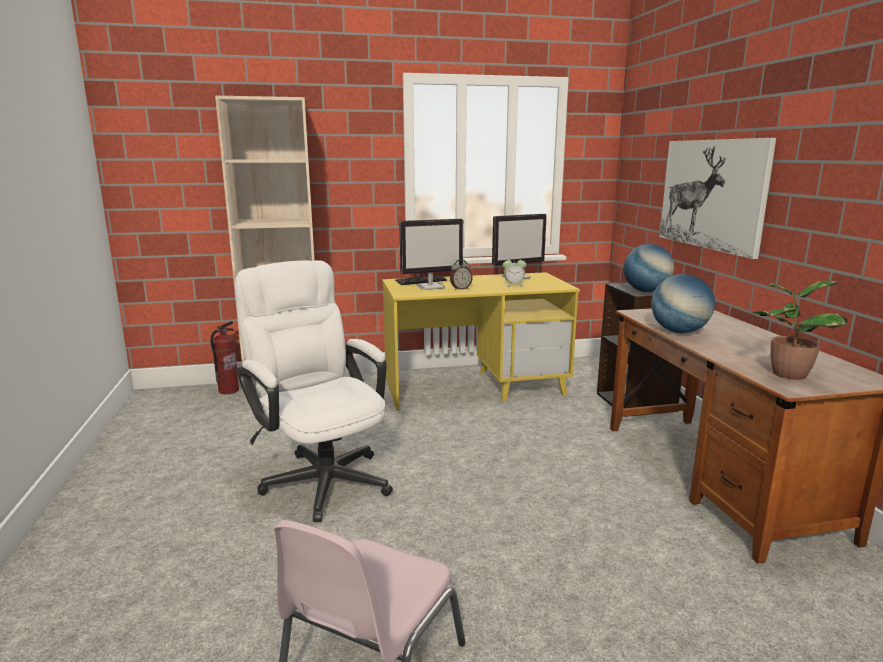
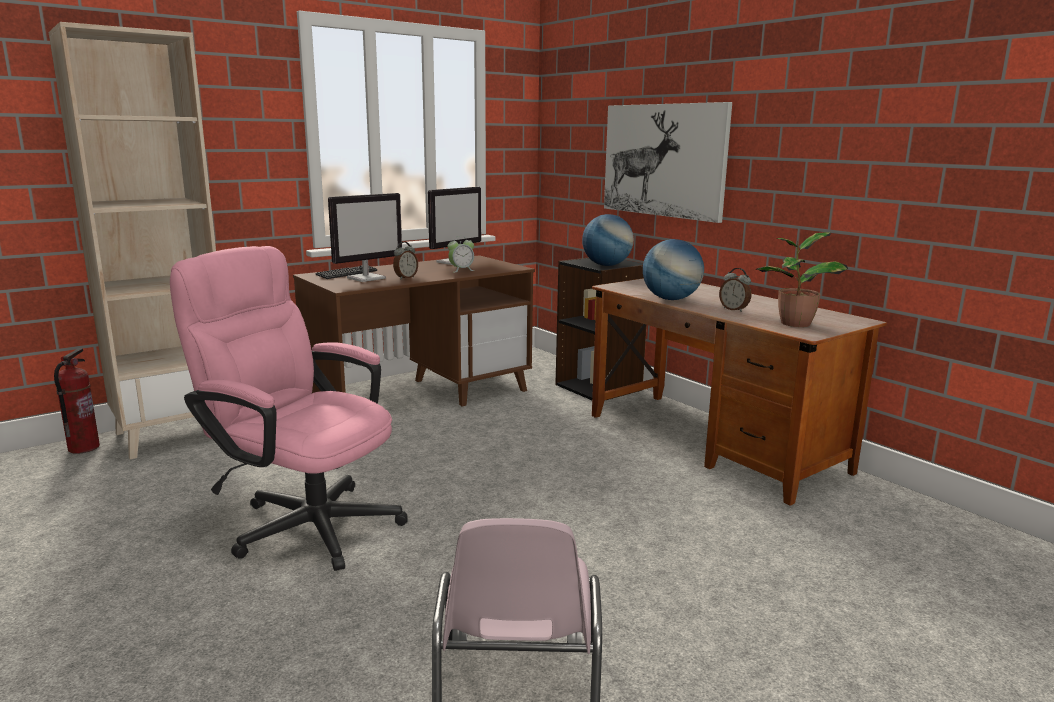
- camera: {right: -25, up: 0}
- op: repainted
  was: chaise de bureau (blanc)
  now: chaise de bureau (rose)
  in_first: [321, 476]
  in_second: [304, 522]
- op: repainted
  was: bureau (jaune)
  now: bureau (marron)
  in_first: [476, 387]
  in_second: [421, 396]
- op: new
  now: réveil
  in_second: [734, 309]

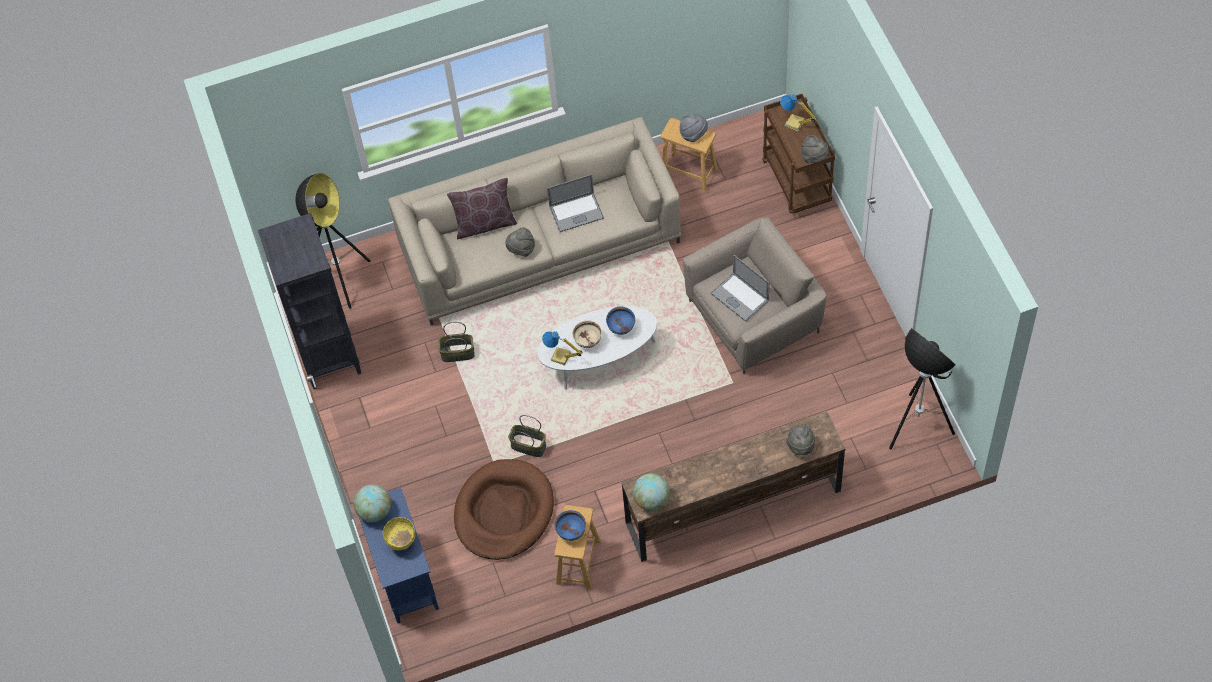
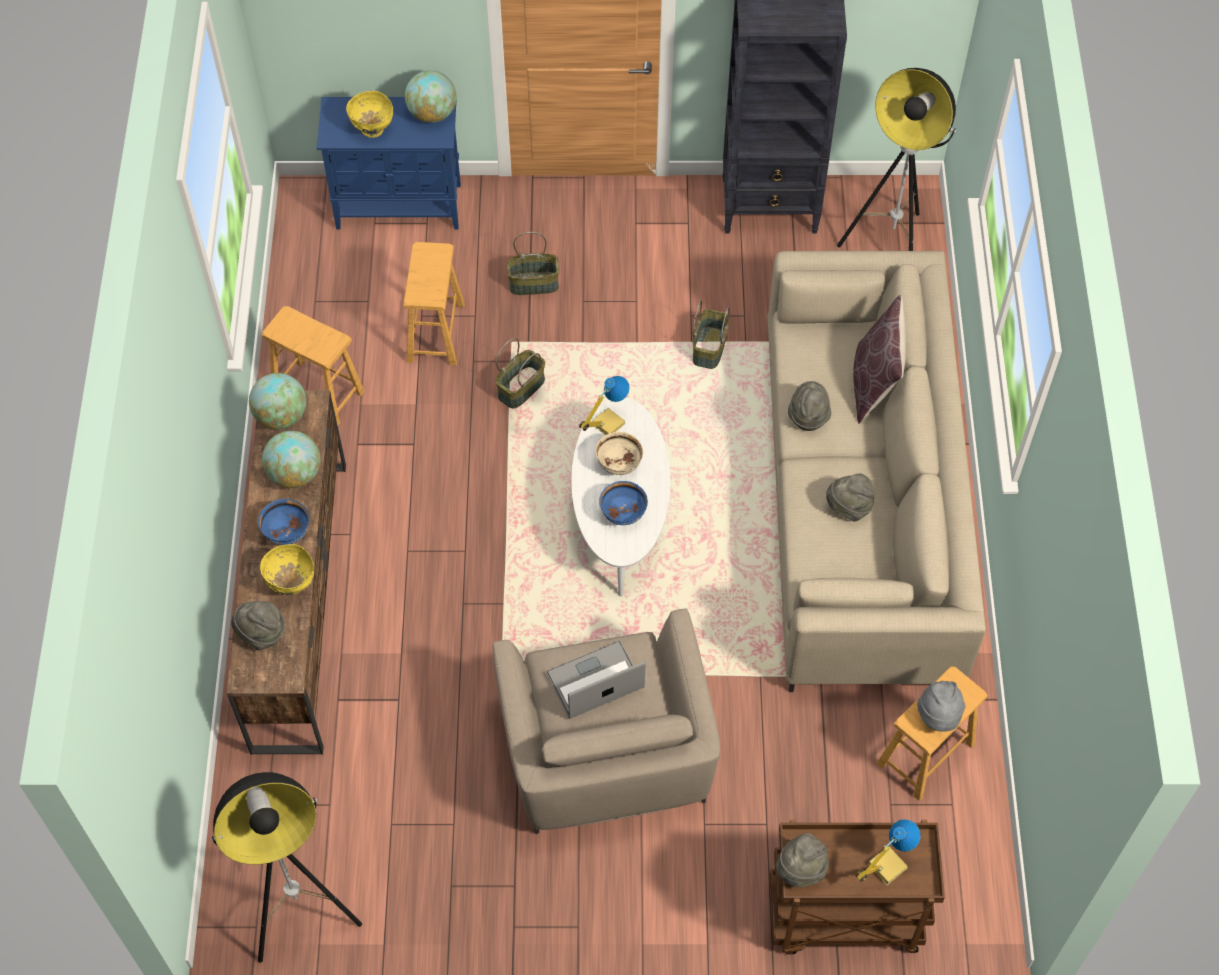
- camera: {right: 105, up: 0}
- op: swapped
  was: panier pour chien (marron)
  now: tabouret (marron)
  in_first: [504, 512]
  in_second: [435, 333]
- op: swapped
  was: ordinateur portable
  now: chapeau (gris)
  in_first: [576, 212]
  in_second: [848, 507]
- op: shifted
  was: bol (bleu)
  in_first: [571, 532]
  in_second: [287, 533]
- op: new
  now: bol (jaune)
  in_second: [292, 584]
- op: new
  now: globe
  in_second: [295, 474]
- op: new
  now: panier
  in_second: [534, 283]

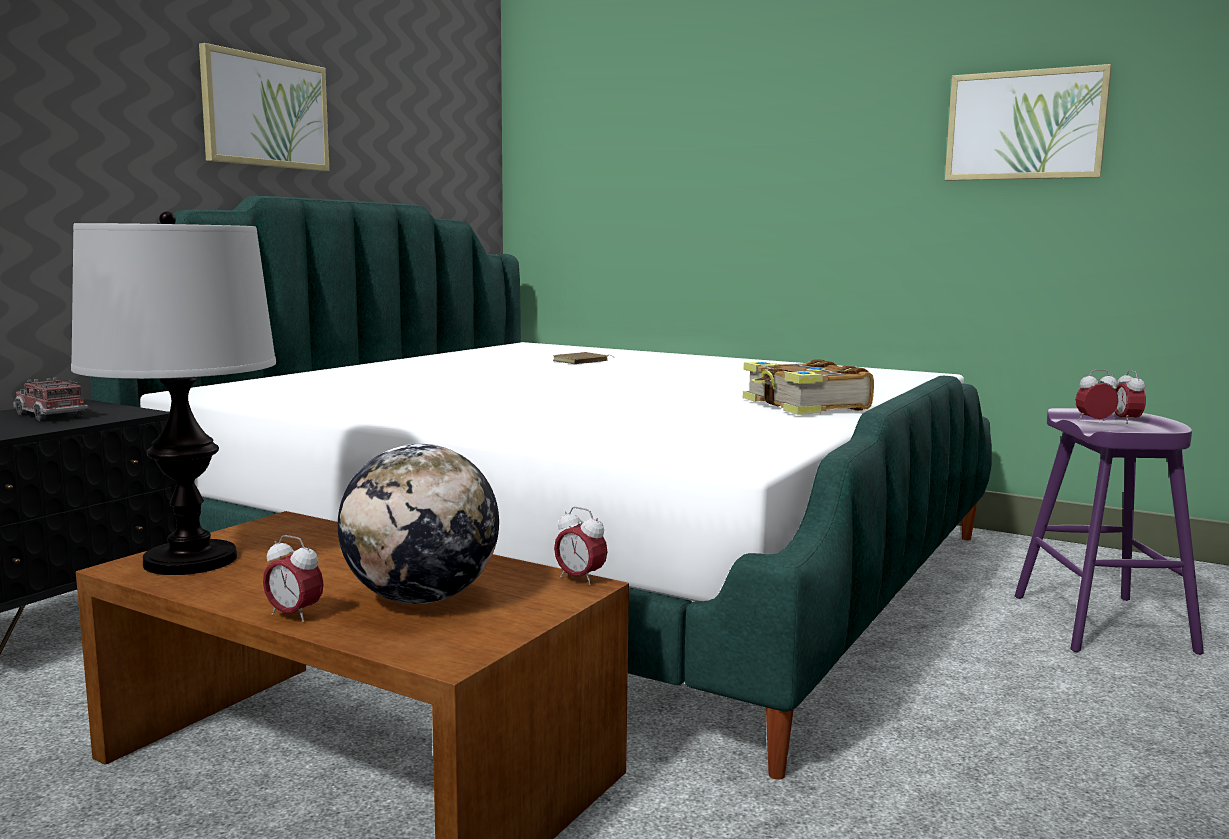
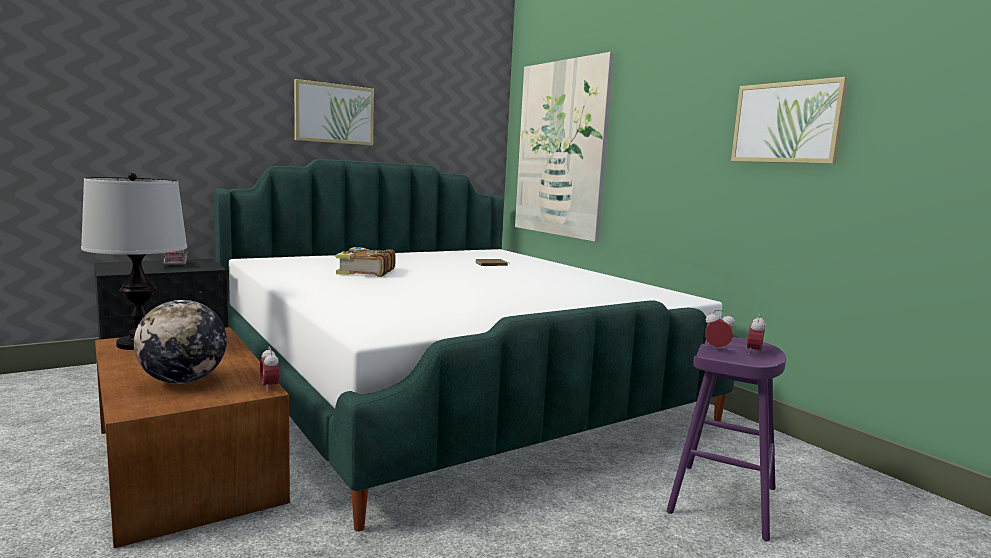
- camera: {right: 25, up: 0}
- op: gone
  was: réveil
  in_first: [294, 615]
- op: shifted
  was: livre
  in_first: [804, 406]
  in_second: [365, 272]
- op: new
  now: tableau
  in_second: [561, 149]

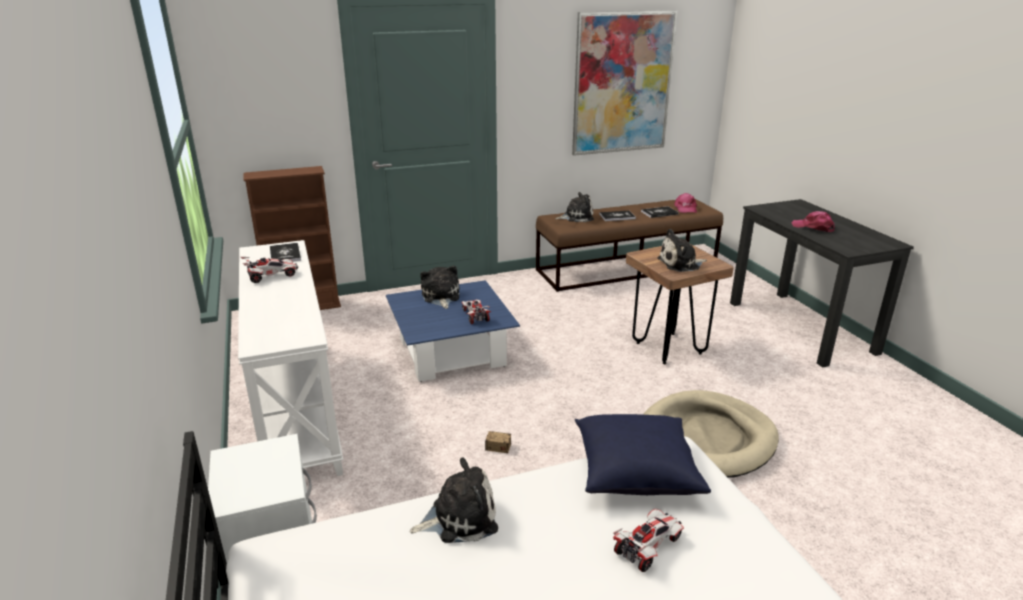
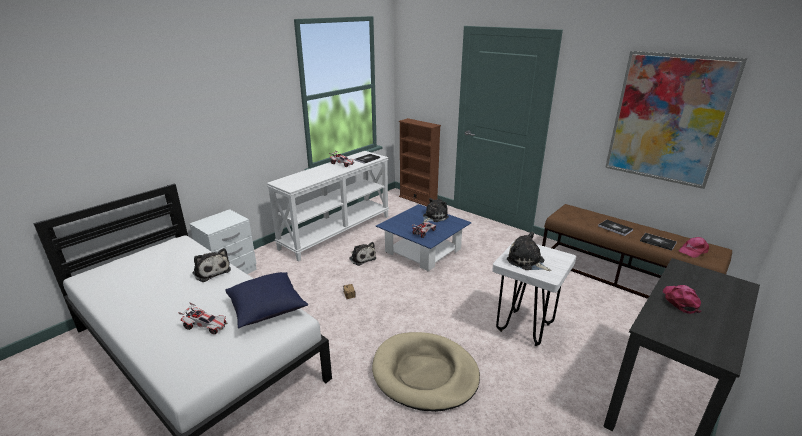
- camera: {right: 60, up: 0}
- op: shifted
  was: peluche
  in_first: [576, 217]
  in_second: [362, 258]
- op: repainted
  was: tabouret (marron)
  now: tabouret (blanc)
  in_first: [668, 348]
  in_second: [524, 327]

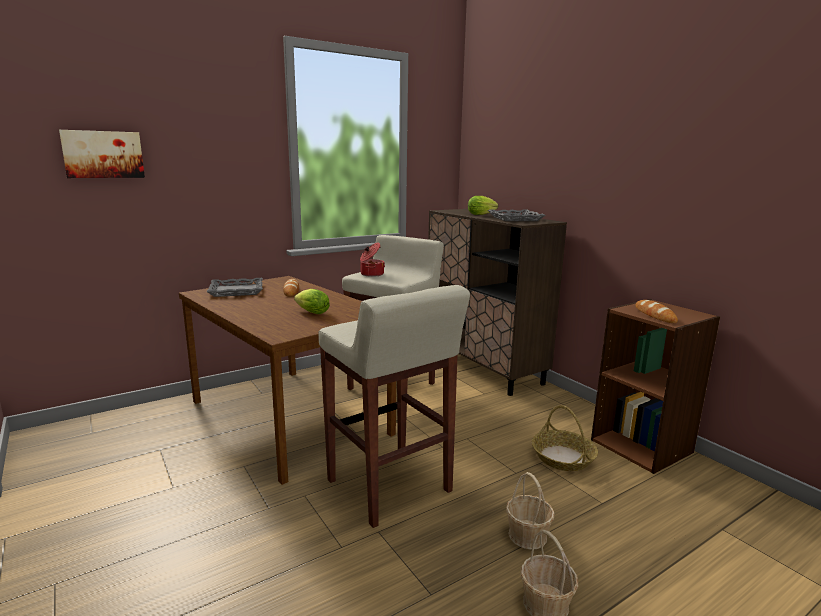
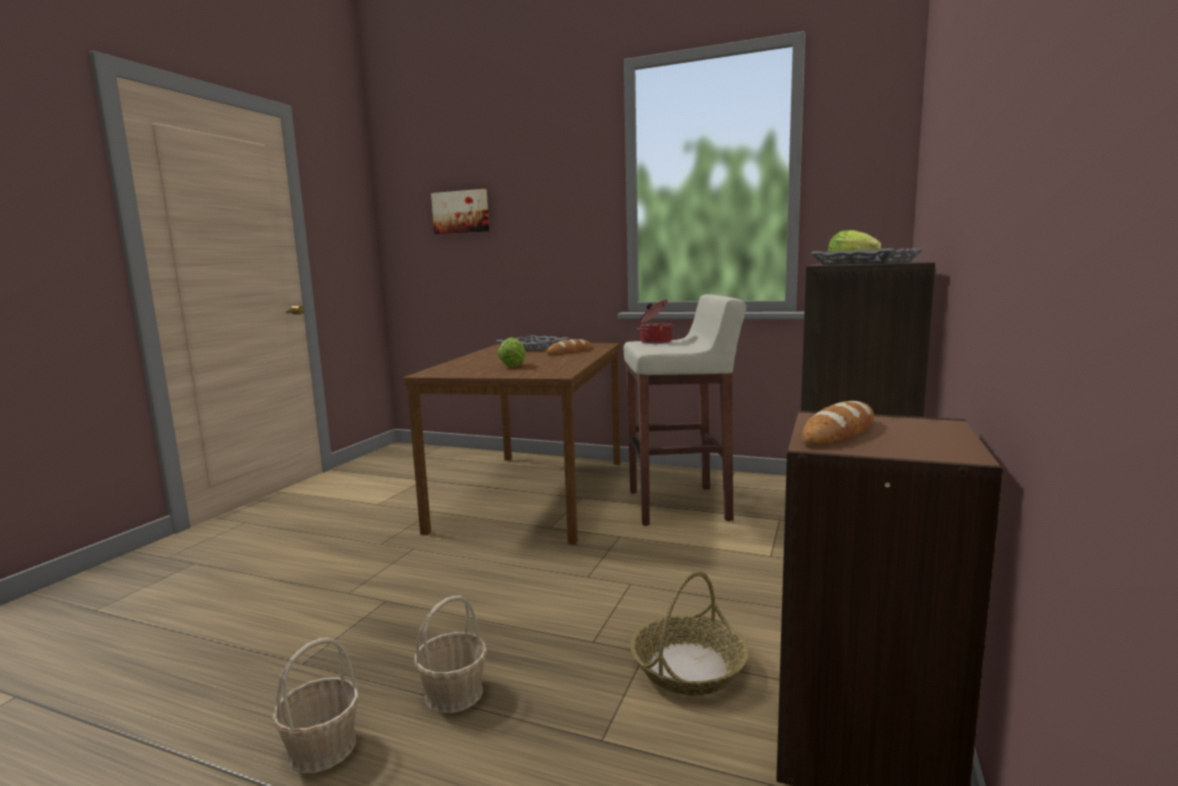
- camera: {right: 55, up: -5}
- op: gone
  was: tabouret (beige)
  in_first: [390, 487]

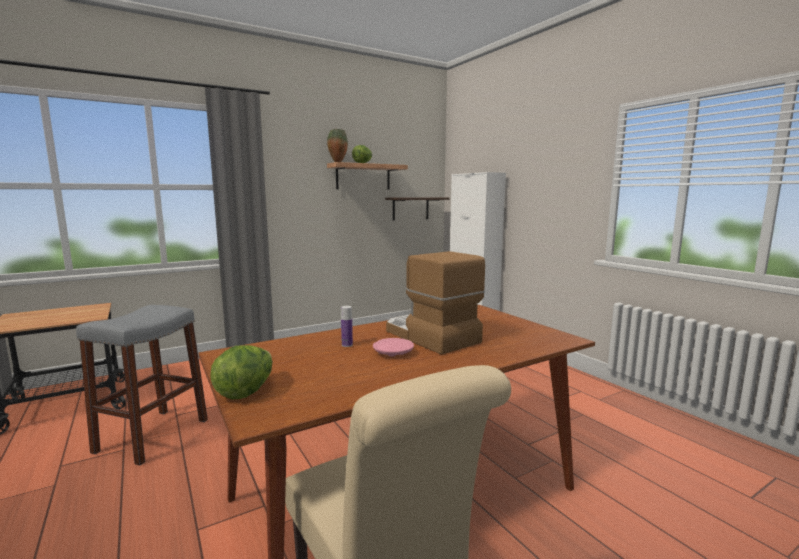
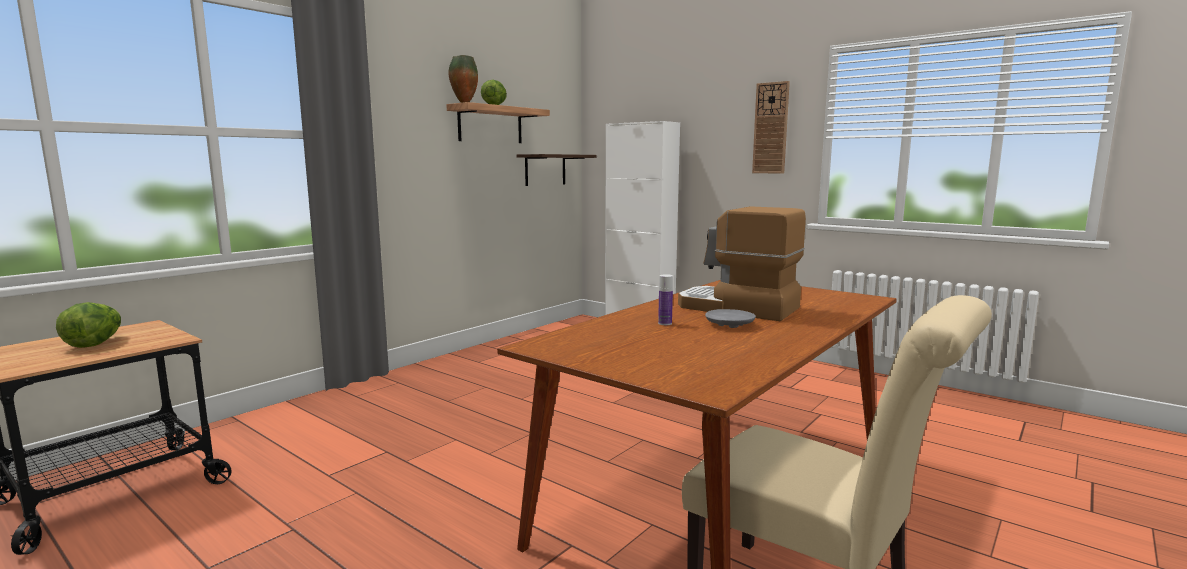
- camera: {right: -20, up: 0}
- op: gone
  was: tabouret (gris)
  in_first: [153, 435]
- op: shifted
  was: laitue
  in_first: [246, 391]
  in_second: [95, 343]
- op: repainted
  was: assiette (rose)
  now: assiette (gris)
  in_first: [393, 353]
  in_second: [729, 325]
- op: new
  now: horloge murale
  in_second: [770, 128]

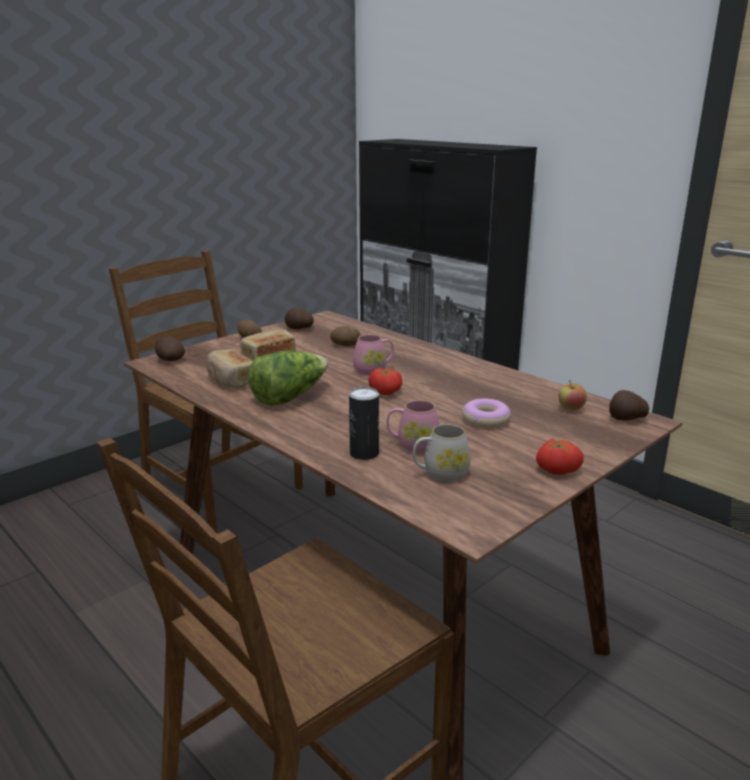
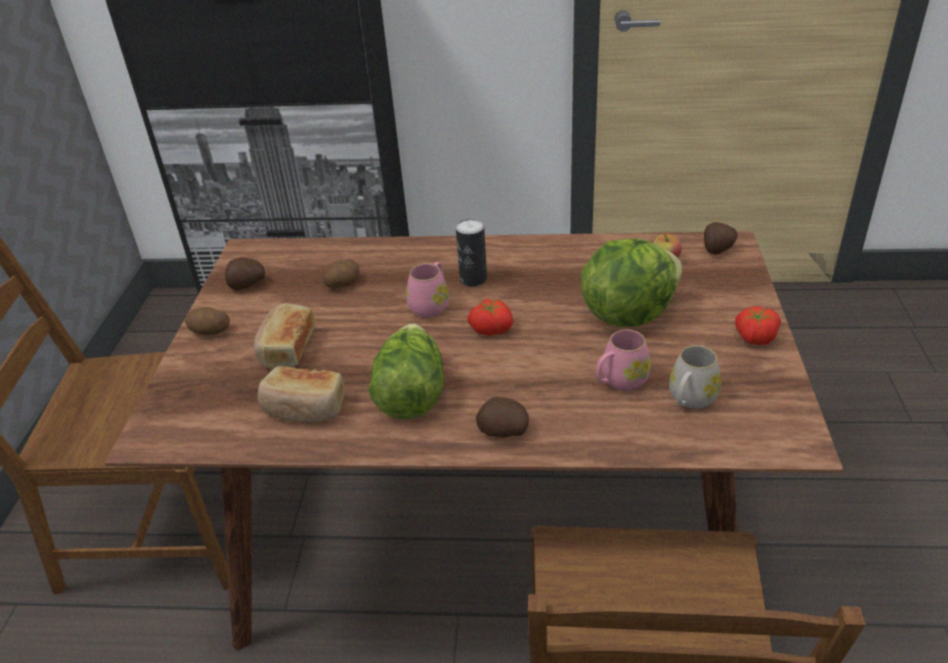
- camera: {right: -40, up: 15}
- op: shifted
  was: pomme de terre
  in_first: [169, 360]
  in_second: [503, 432]
- op: shifted
  was: boîte métallique
  in_first: [364, 453]
  in_second: [473, 279]
- op: swapped
  was: beignet
  now: laitue
  in_first: [486, 420]
  in_second: [627, 313]

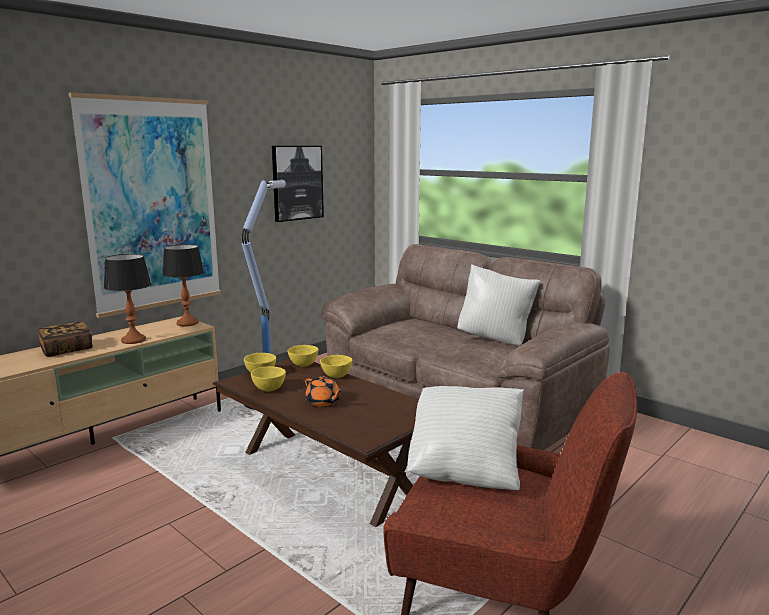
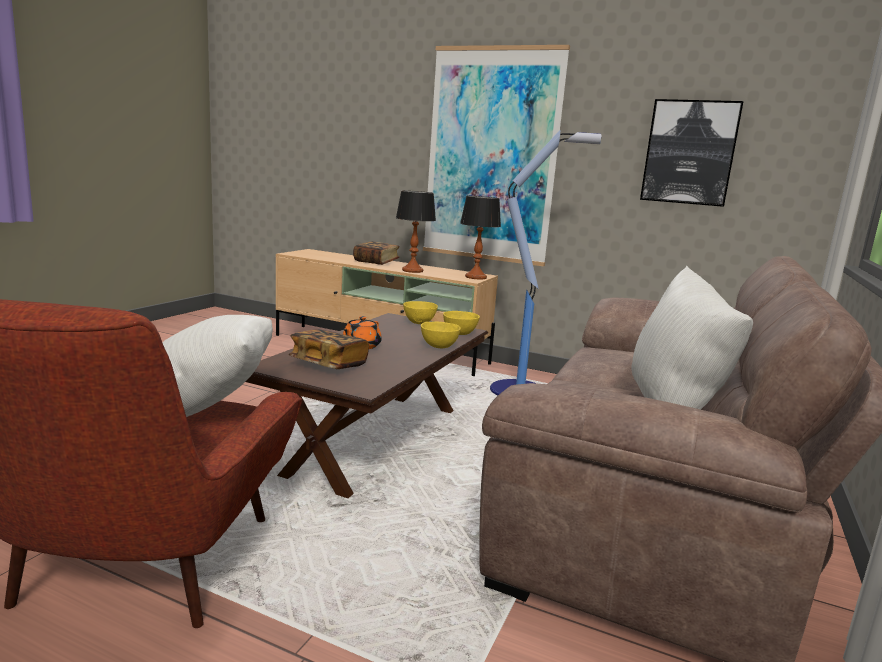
- camera: {right: 70, up: 0}
- op: gone
  was: bol (jaune)
  in_first: [268, 389]
- op: new
  now: livre
  in_second: [328, 364]

